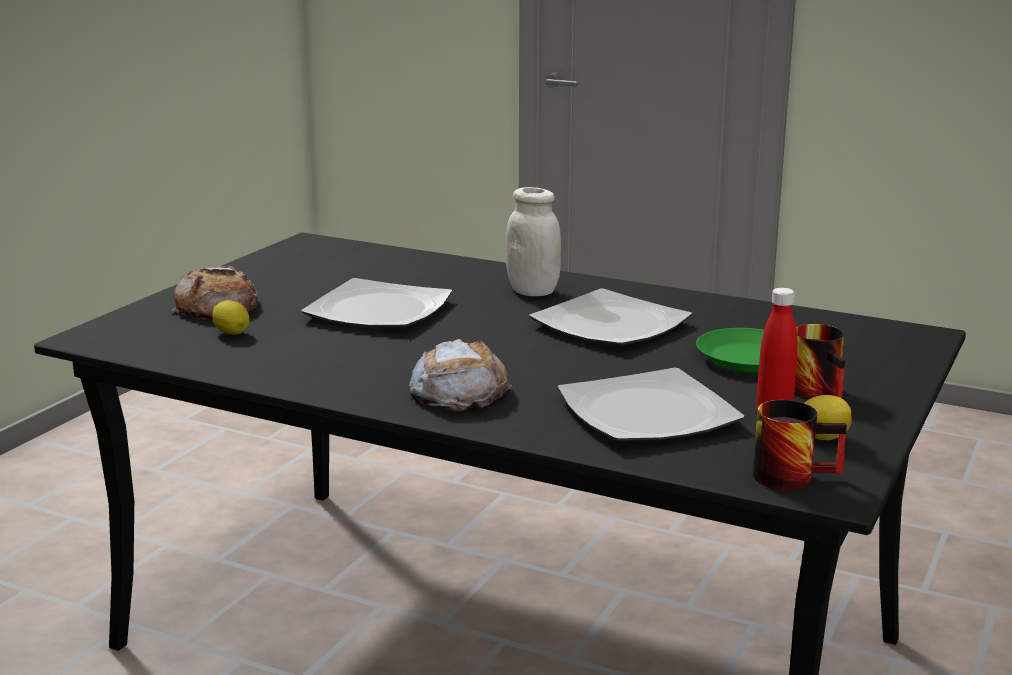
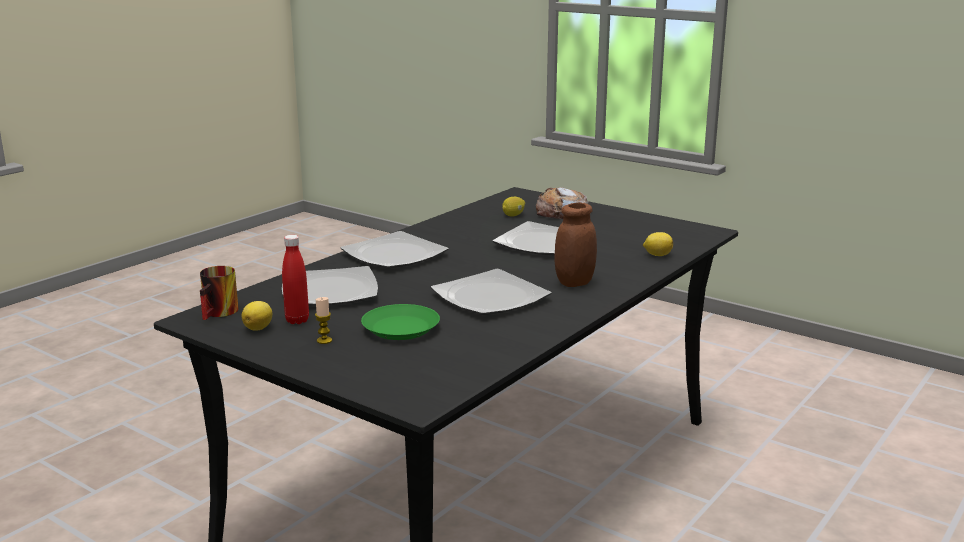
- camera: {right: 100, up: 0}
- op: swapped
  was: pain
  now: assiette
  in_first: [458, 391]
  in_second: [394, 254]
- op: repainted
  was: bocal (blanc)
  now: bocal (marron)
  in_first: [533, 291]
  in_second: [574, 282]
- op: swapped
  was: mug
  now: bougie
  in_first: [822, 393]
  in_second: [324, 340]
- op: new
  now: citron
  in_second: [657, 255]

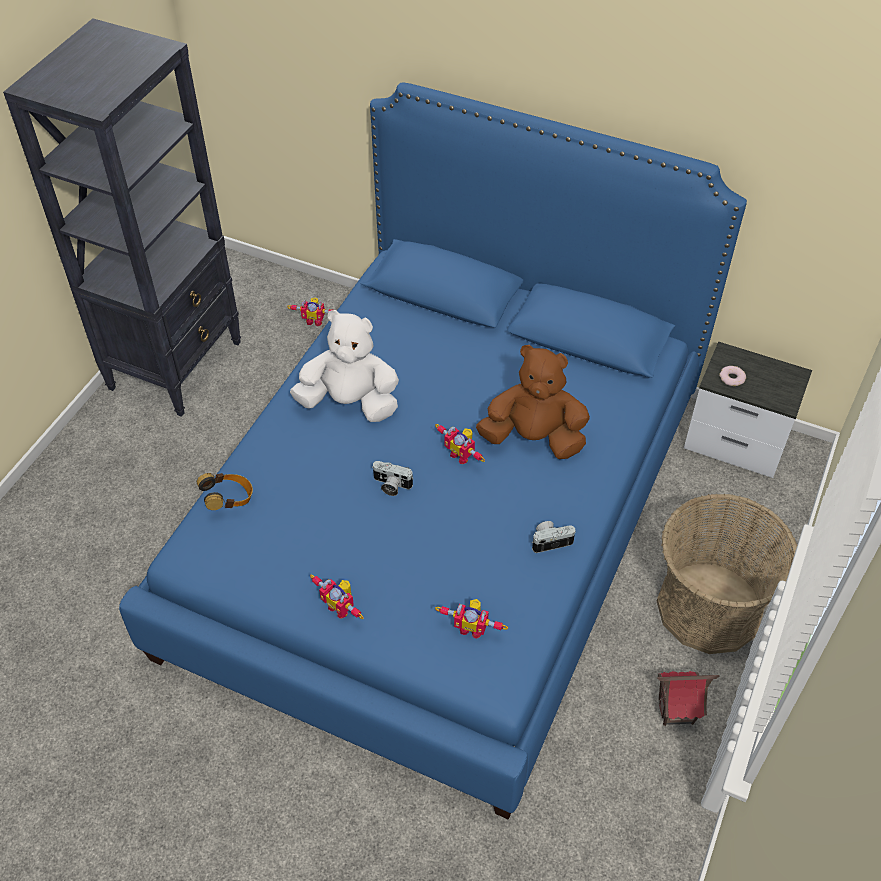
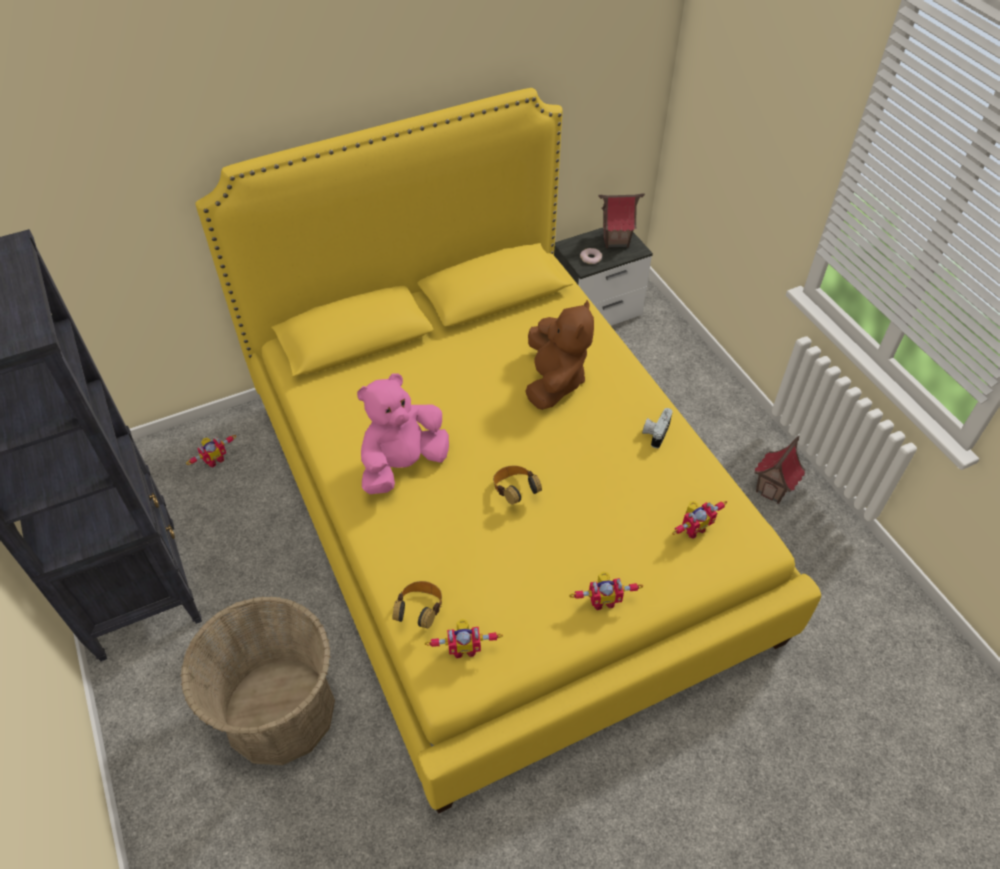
- camera: {right: -50, up: 0}
- op: repainted
  was: lit (bleu)
  now: lit (jaune)
  in_first: [439, 521]
  in_second: [498, 513]
- op: repainted
  was: peluche (blanc)
  now: peluche (rose)
  in_first: [350, 403]
  in_second: [403, 464]
- op: swapped
  was: appareil photo
  now: casque audio
  in_first: [391, 485]
  in_second: [515, 491]
- op: shifted
  was: robot jouet
  in_first: [462, 455]
  in_second: [464, 647]
- op: rotated
  was: peluche (marron)
  in_first: [533, 438]
  in_second: [554, 381]
  clockwise: 135
- op: shifted
  was: panier
  in_first: [709, 607]
  in_second: [279, 710]
- op: new
  now: maison miniature
  in_second: [616, 240]

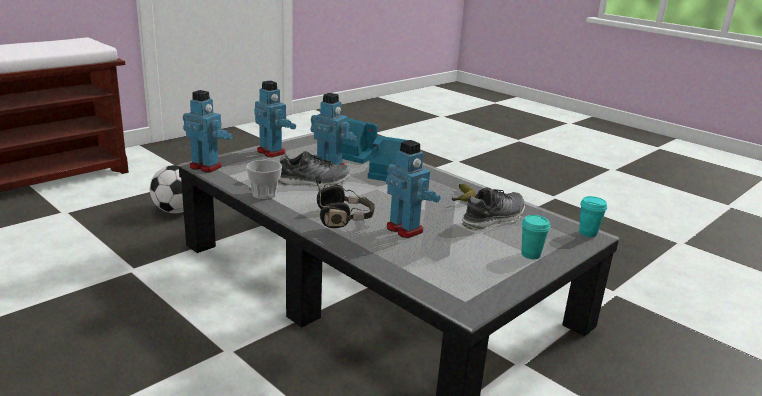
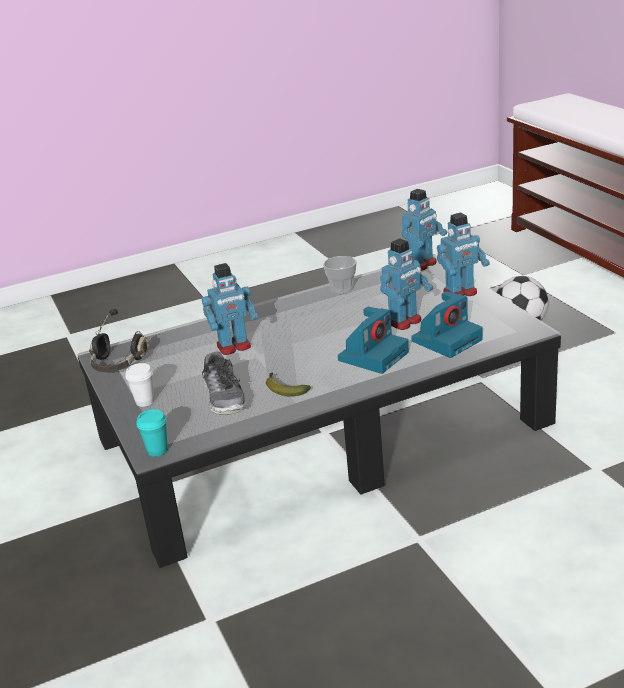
- camera: {right: 115, up: 5}
- op: gone
  was: chaussure
  in_first: [313, 183]
- op: shifted
  was: casque audio (noir)
  in_first: [344, 219]
  in_second: [118, 364]
- op: repainted
  was: tasse (turquoise)
  now: tasse (blanc)
  in_first: [530, 254]
  in_second: [145, 401]

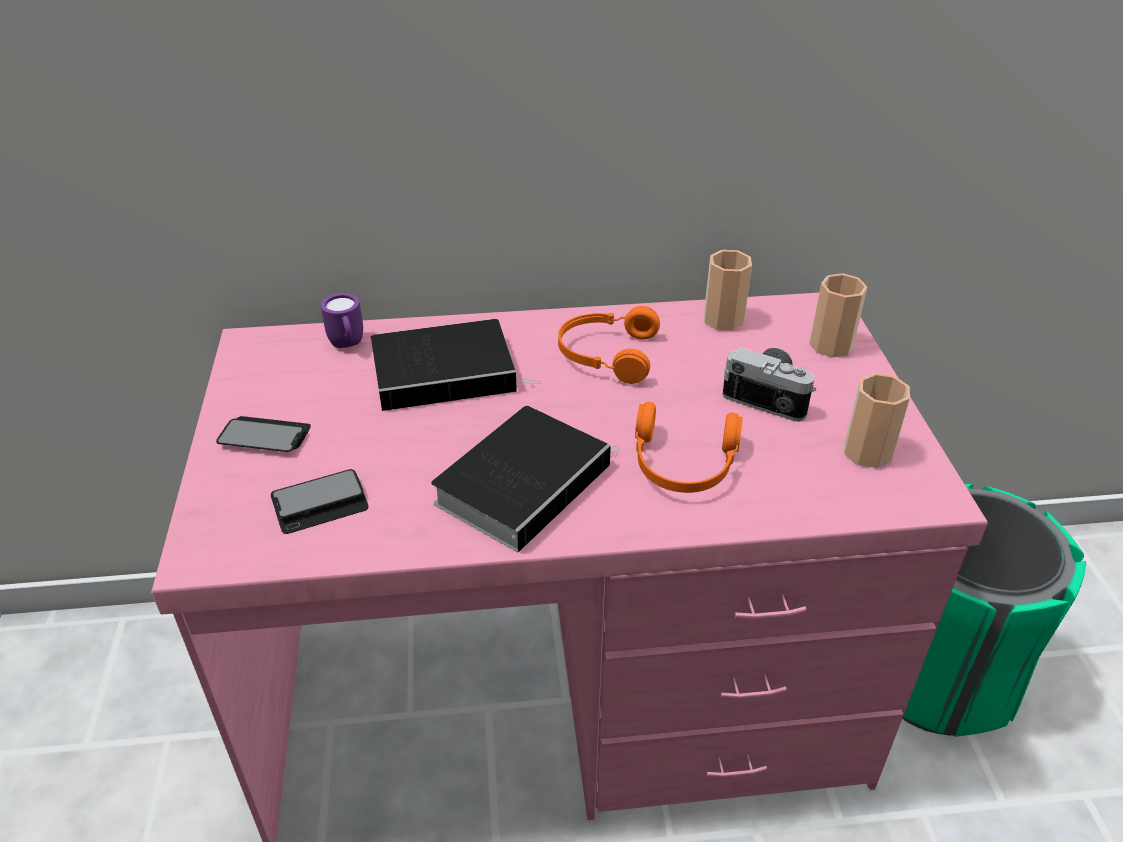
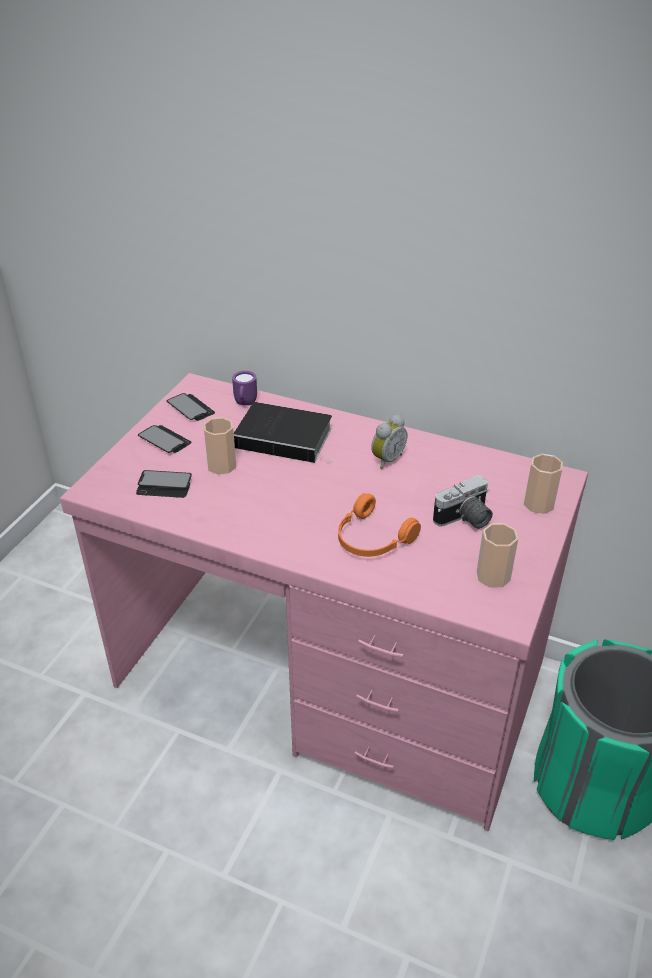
- camera: {right: 30, up: 0}
- op: gone
  was: livre
  in_first: [525, 480]
- op: swapped
  was: casque audio (orange)
  now: réveil
  in_first: [606, 355]
  in_second: [386, 459]
- op: shifted
  was: tasse
  in_first: [723, 319]
  in_second: [222, 465]
- op: rotated
  was: appareil photo
  in_first: [770, 395]
  in_second: [465, 520]
  clockwise: 90
- op: new
  now: téléphone
  in_second: [190, 408]

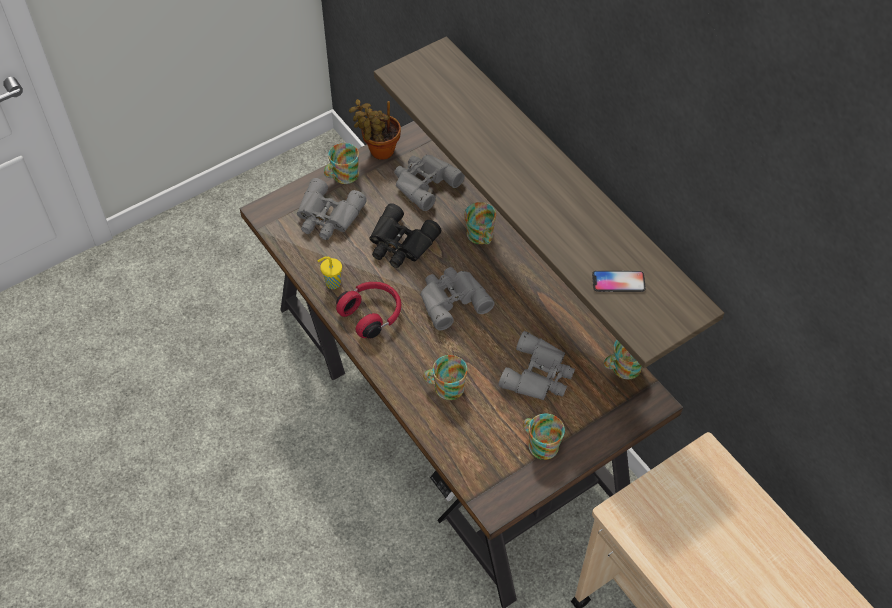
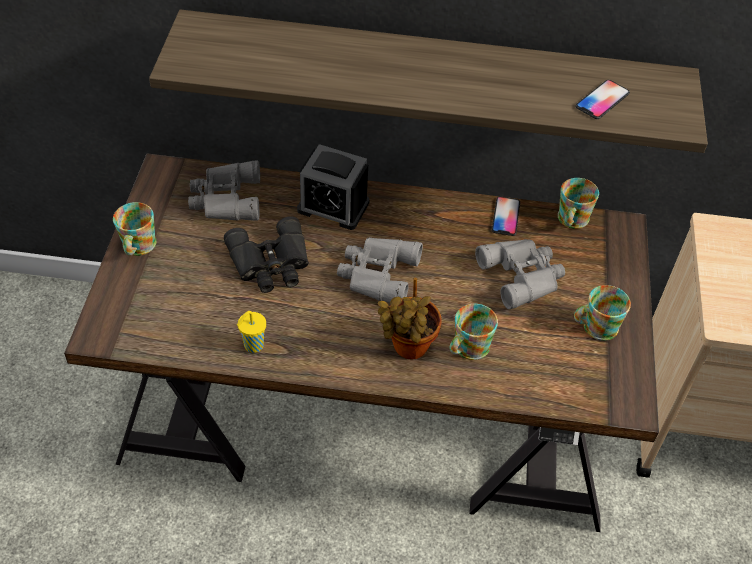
- camera: {right: -50, up: -5}
- op: gone
  was: jumelles (gris)
  in_first: [327, 217]
- op: gone
  was: casque audio (rouge)
  in_first: [372, 314]
- op: shifted
  was: plante en pot
  in_first: [379, 150]
  in_second: [407, 348]
- op: swapped
  was: mug
  now: réveil
  in_first: [480, 237]
  in_second: [333, 206]
- op: new
  now: téléphone
  in_second: [505, 217]

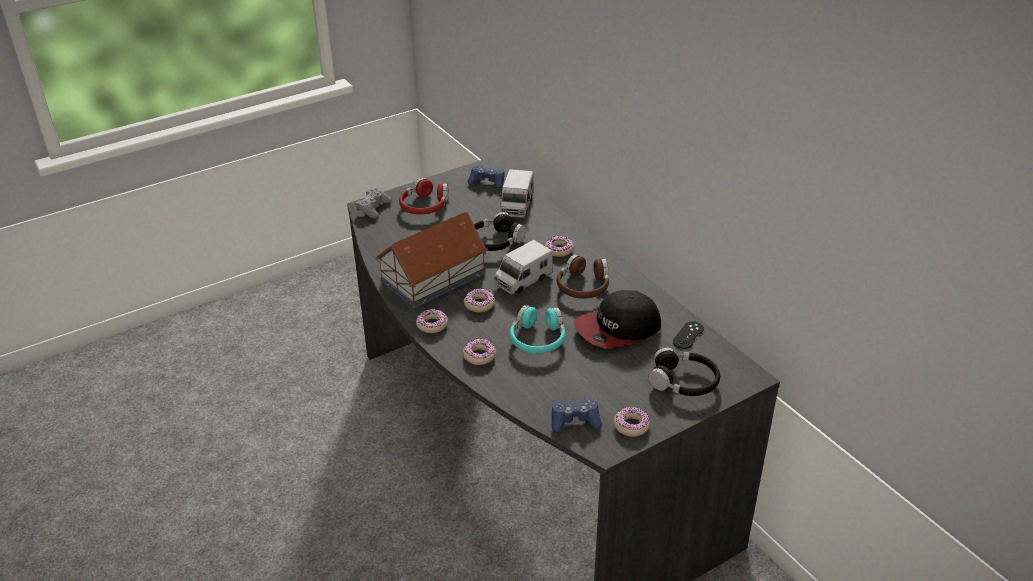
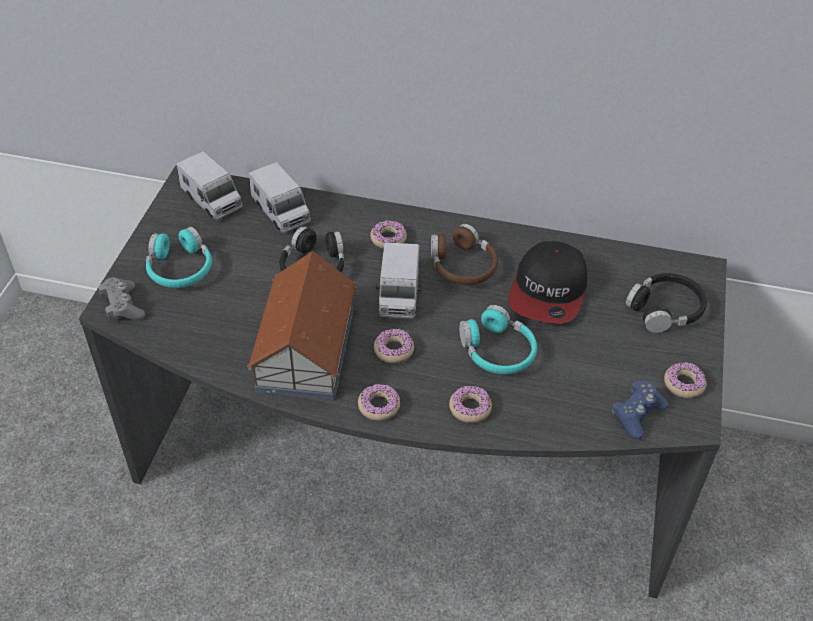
- camera: {right: -45, up: 10}
- op: repainted
  was: casque audio (rouge)
  now: casque audio (turquoise)
  in_first: [424, 206]
  in_second: [180, 268]
- op: swapped
  was: manette (bleu)
  now: camion jouet
  in_first: [487, 182]
  in_second: [212, 200]
- op: gone
  was: manette (noir)
  in_first: [688, 335]

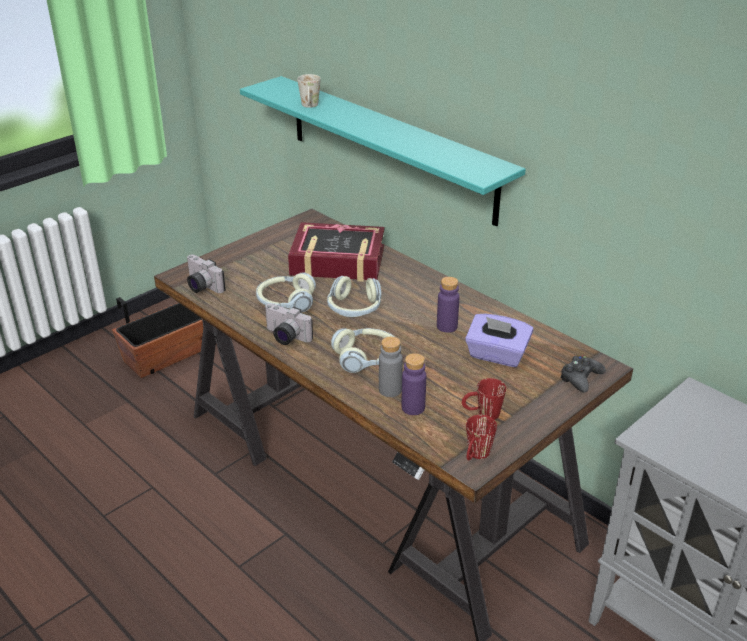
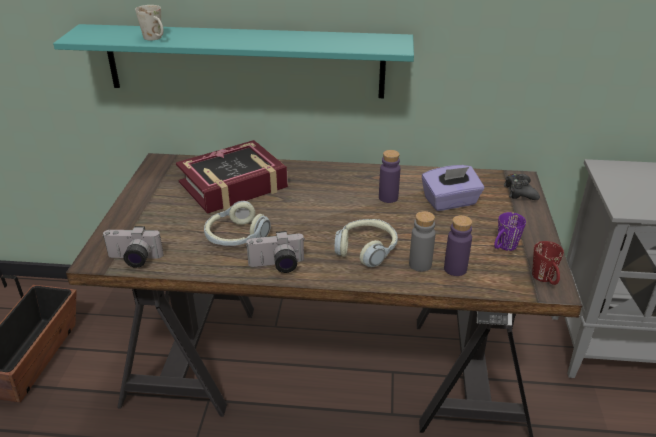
- camera: {right: -40, up: 0}
- op: gone
  was: casque audio
  in_first: [354, 308]
- op: repainted
  was: mug (rouge)
  now: mug (violet)
  in_first: [482, 414]
  in_second: [503, 248]

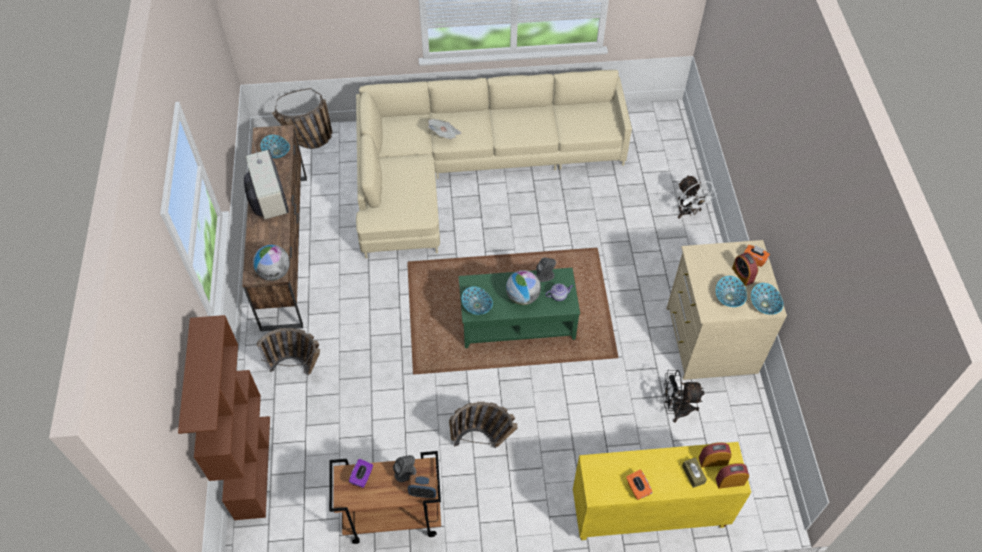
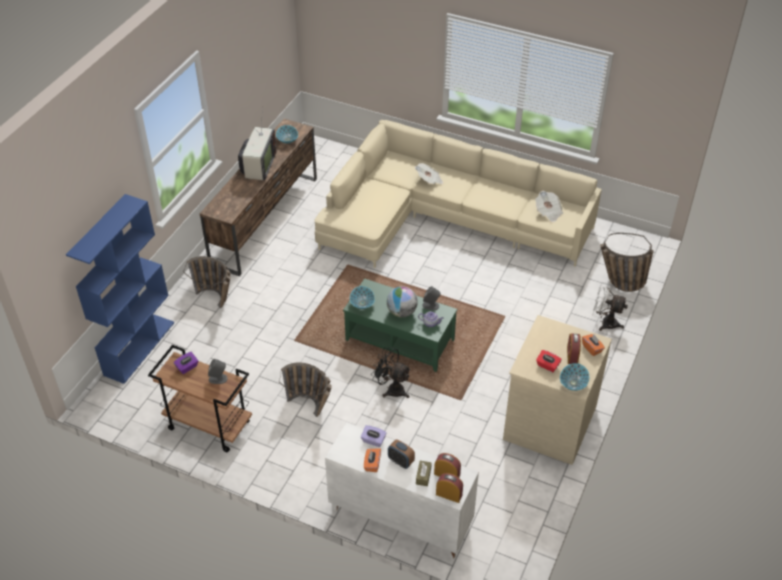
- camera: {right: 30, up: -10}
- op: repainted
  was: bibliothèque (marron)
  now: bibliothèque (bleu)
  in_first: [252, 466]
  in_second: [139, 348]
- op: gone
  was: globe
  in_first: [274, 272]
- op: shifted
  was: panier
  in_first: [307, 142]
  in_second: [619, 283]
- op: shifted
  was: réveil
  in_first: [423, 492]
  in_second: [400, 461]
- op: repainted
  was: meuble de rangement (jaune)
  now: meuble de rangement (blanc)
  in_first: [648, 513]
  in_second: [399, 518]
- op: shifted
  was: ventilateur (noir)
  in_first: [675, 409]
  in_second: [391, 389]
- op: rotated
  was: ventilateur (blanc)
  in_first: [688, 212]
  in_second: [604, 322]
  clockwise: 105
- op: swapped
  was: bol
  now: boîte à mouchoirs (rouge)
  in_first: [729, 297]
  in_second: [547, 366]
- op: new
  now: boîte à mouchoirs (violet)
  in_second: [373, 440]
- op: new
  now: journal
  in_second: [548, 212]

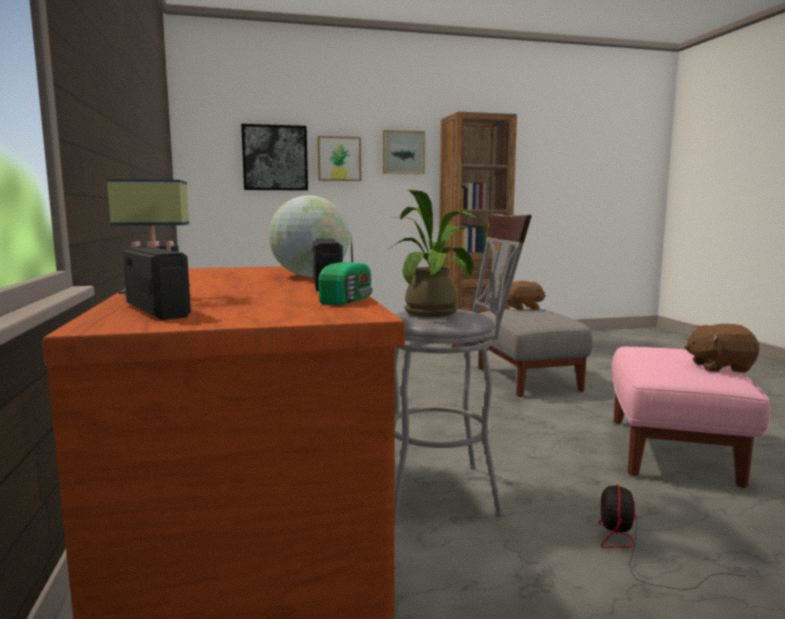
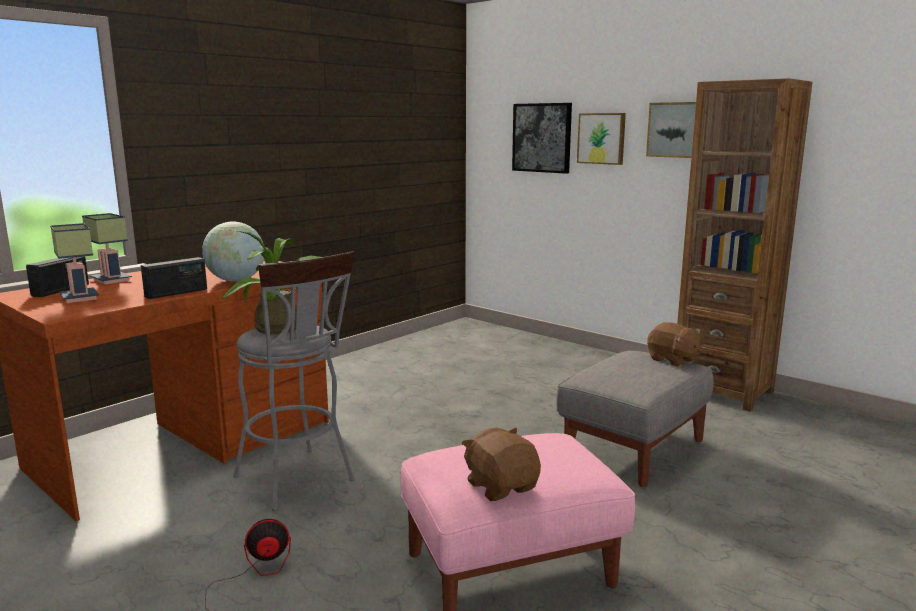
- camera: {right: 55, up: 5}
- op: gone
  was: radio
  in_first: [349, 300]
- op: new
  now: lampe de table
  in_second: [77, 298]

